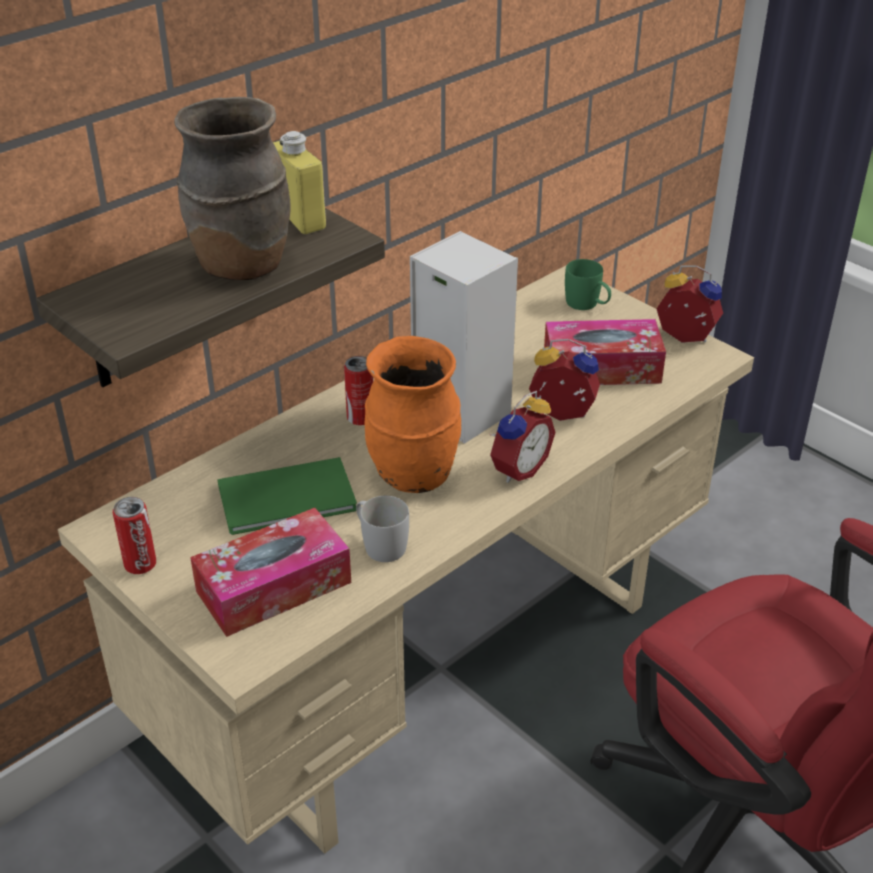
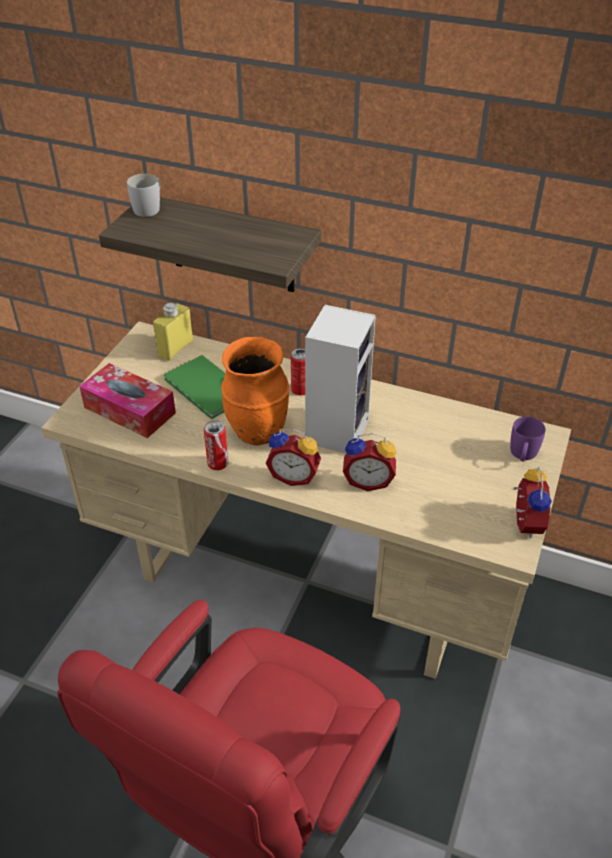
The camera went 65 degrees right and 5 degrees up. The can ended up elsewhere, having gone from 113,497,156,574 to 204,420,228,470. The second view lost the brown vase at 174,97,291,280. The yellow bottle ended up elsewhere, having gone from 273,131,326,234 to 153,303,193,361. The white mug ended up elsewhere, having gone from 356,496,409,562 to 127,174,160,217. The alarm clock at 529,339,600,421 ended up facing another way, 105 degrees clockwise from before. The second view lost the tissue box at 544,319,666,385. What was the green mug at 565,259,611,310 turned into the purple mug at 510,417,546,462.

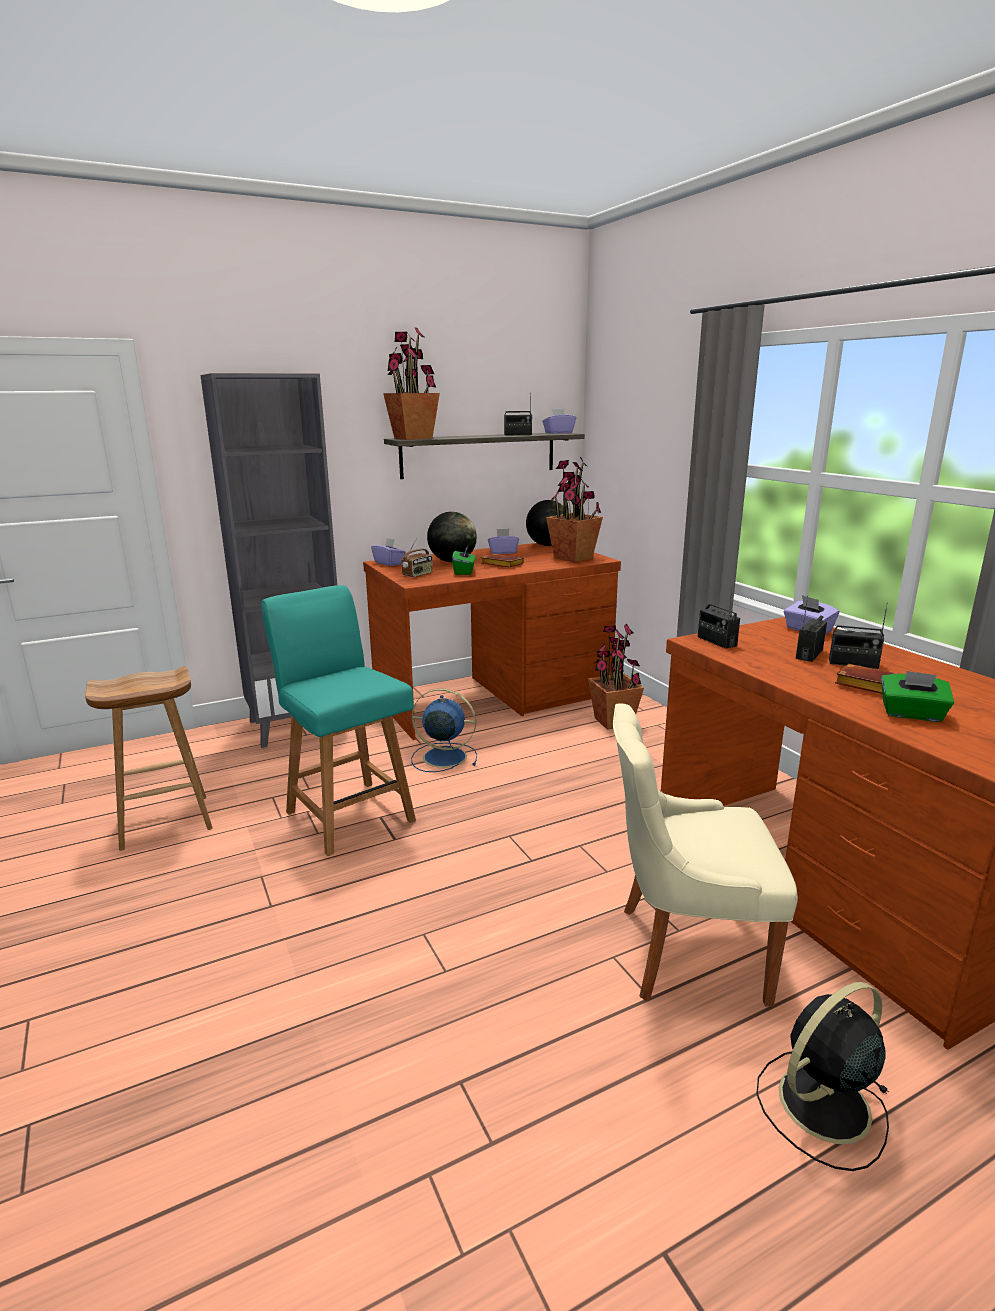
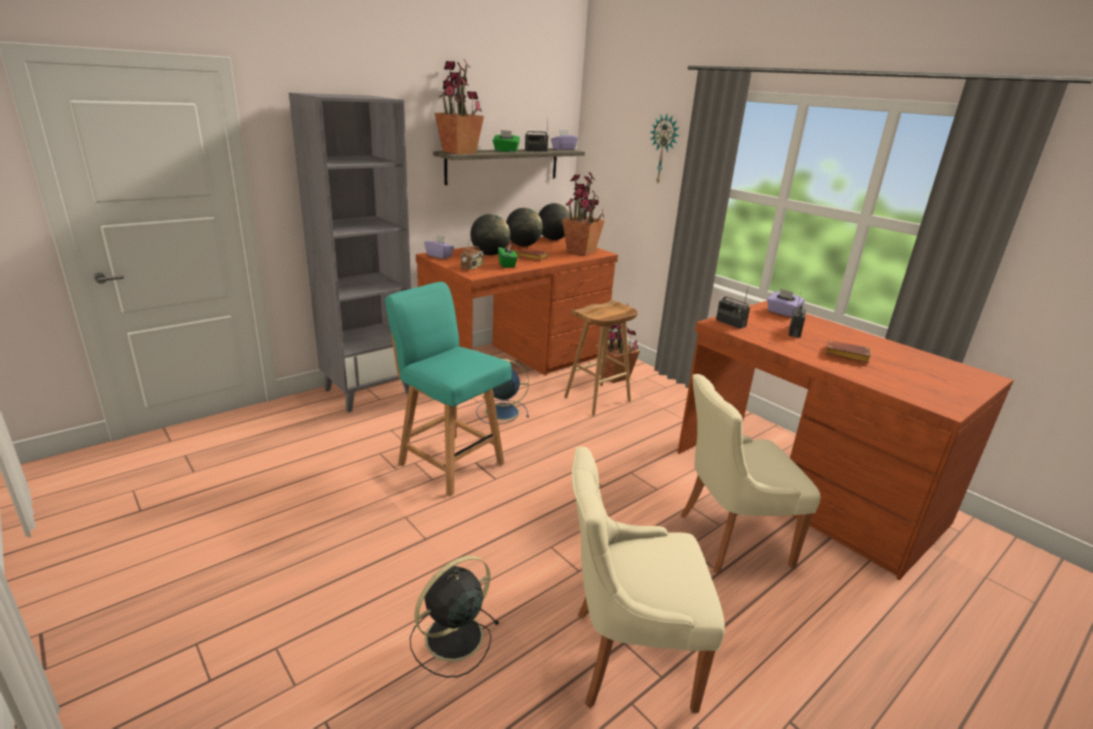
The camera went 15 degrees left and 5 degrees up. The brown stool ended up elsewhere, having gone from 85,666,213,851 to 564,300,638,415. Where the purple tissue box stood at 488,529,519,554, the globe came to stand at 506,208,543,246. The black fan ended up elsewhere, having gone from 756,982,889,1171 to 410,556,500,677. The second view lost the radio at 829,603,888,669. The green tissue box ended up elsewhere, having gone from 881,671,954,722 to 493,130,520,152. The second view gained the beige chair at 572,447,725,713. The second view gained the wall clock at 650,114,679,185.

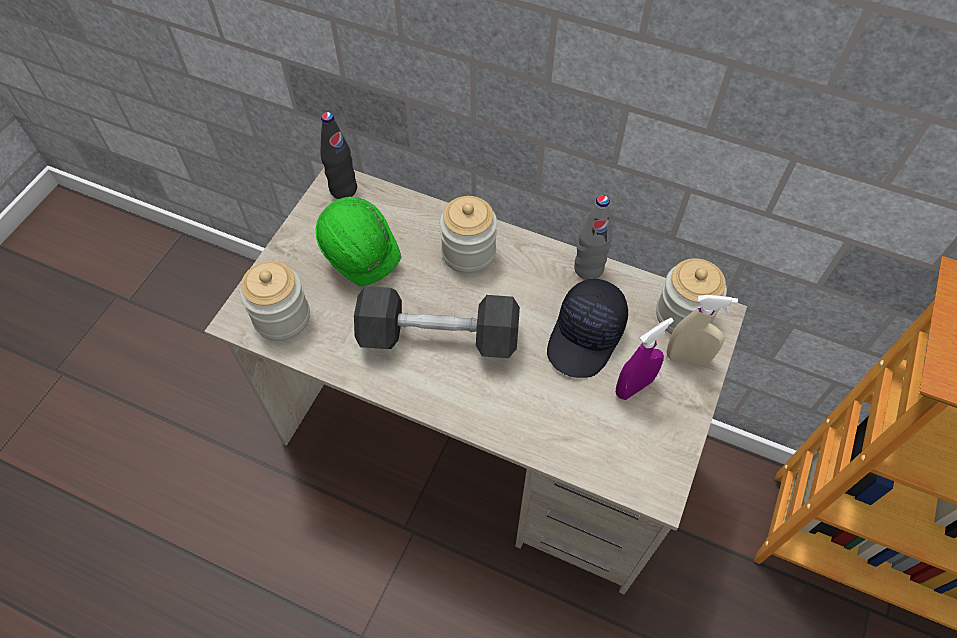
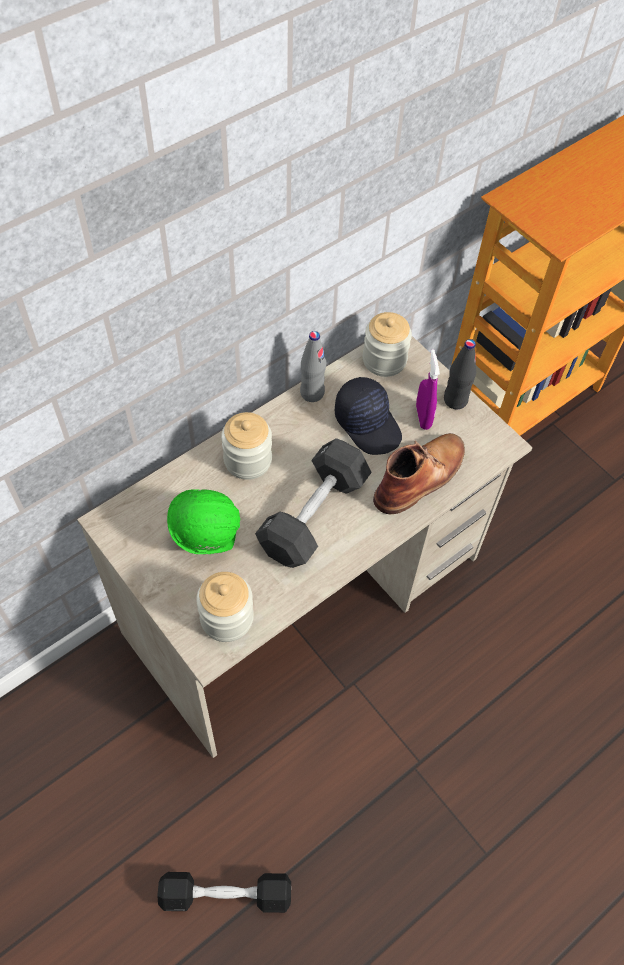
The camera went 65 degrees left and 0 degrees up. The black bottle ended up elsewhere, having gone from 320,112,357,199 to 444,339,476,409. The second view lost the beige spray bottle at 667,295,738,365. The second view gained the black dumbbell at 157,872,291,913. The second view gained the brown boot at 373,433,465,514.

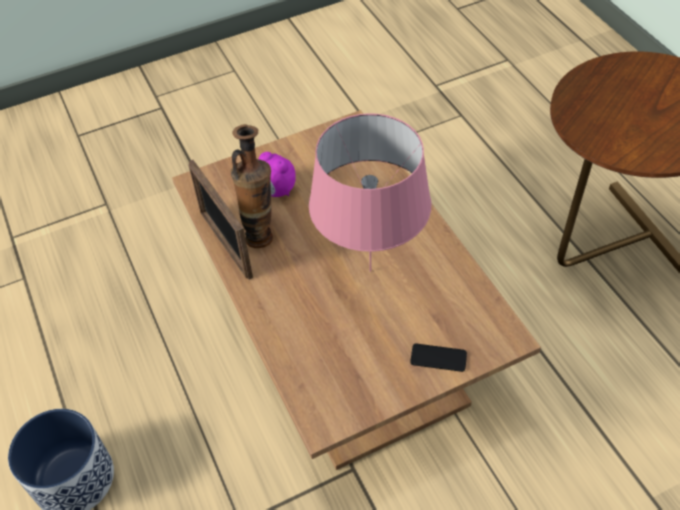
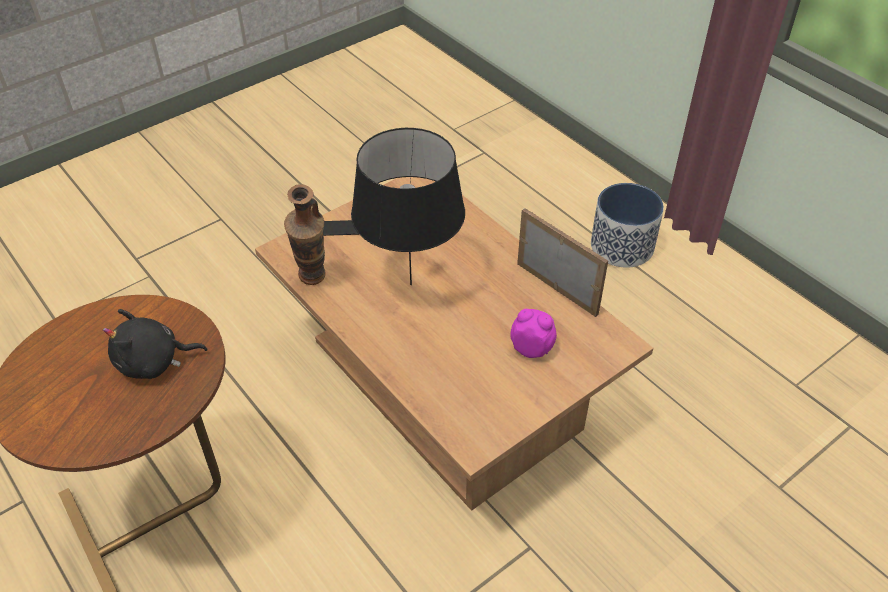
The camera went 165 degrees right and 5 degrees down. The vase ended up elsewhere, having gone from 231,124,273,248 to 284,184,326,285. What was the pink table lamp at 309,113,431,272 turned into the black table lamp at 351,128,465,285. The second view gained the black plush toy at 103,309,208,379.

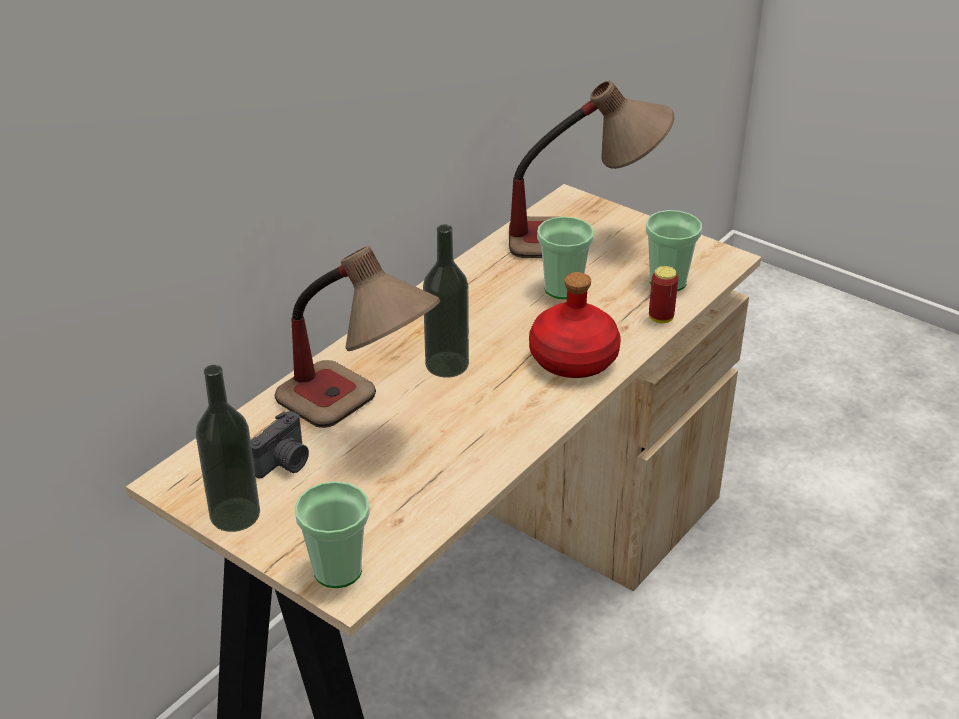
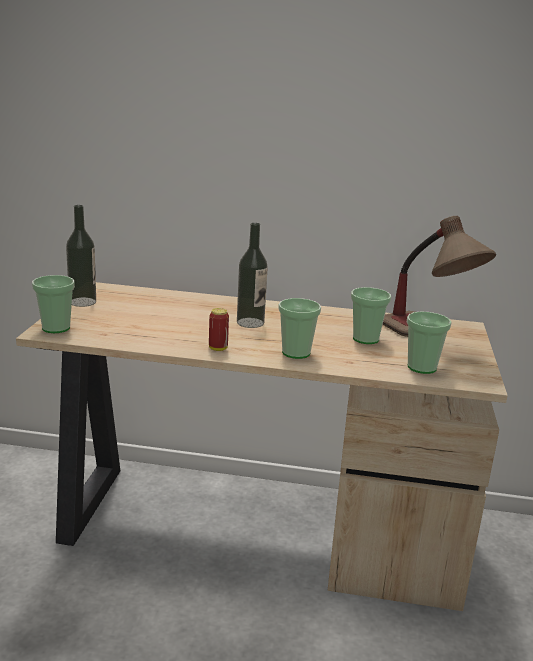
The camera went 60 degrees right and 15 degrees down. The second view lost the photo camera at 251,411,309,479. The second view lost the table lamp at 275,246,440,428. Where the red bottle stood at 529,272,621,378, the cup came to stand at 278,298,321,359. The can ended up elsewhere, having gone from 649,266,678,323 to 209,308,229,351.

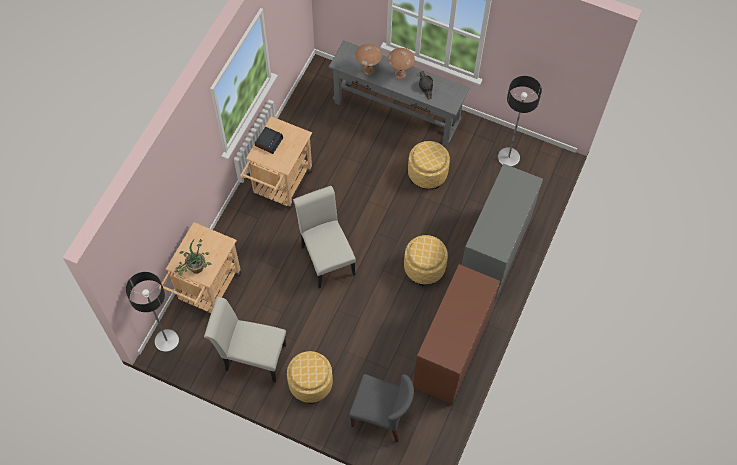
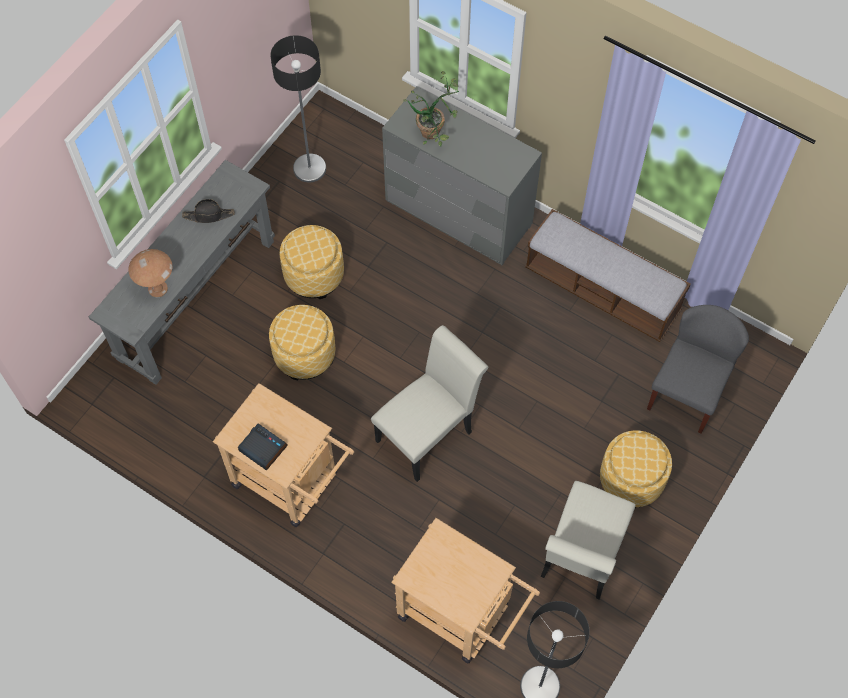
The camera went 80 degrees left and 0 degrees up. The potted plant ended up elsewhere, having gone from 175,239,211,276 to 403,71,459,147. The white chair at 293,186,356,288 ended up facing another way, 150 degrees clockwise from before. The second view lost the brown table lamp at 388,48,415,79. The ottoman ended up elsewhere, having gone from 404,235,448,286 to 269,305,336,380. Where the brown dresser stood at 413,264,500,404, the bench came to stand at 525,209,691,342.

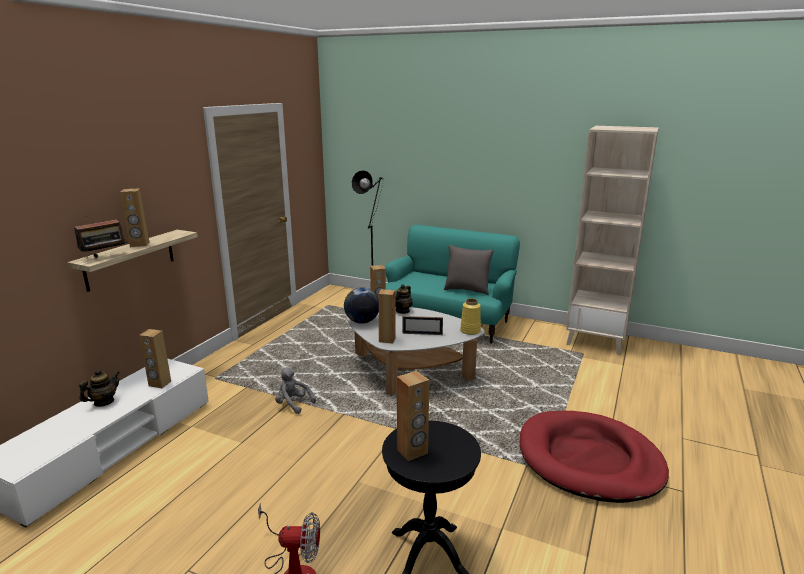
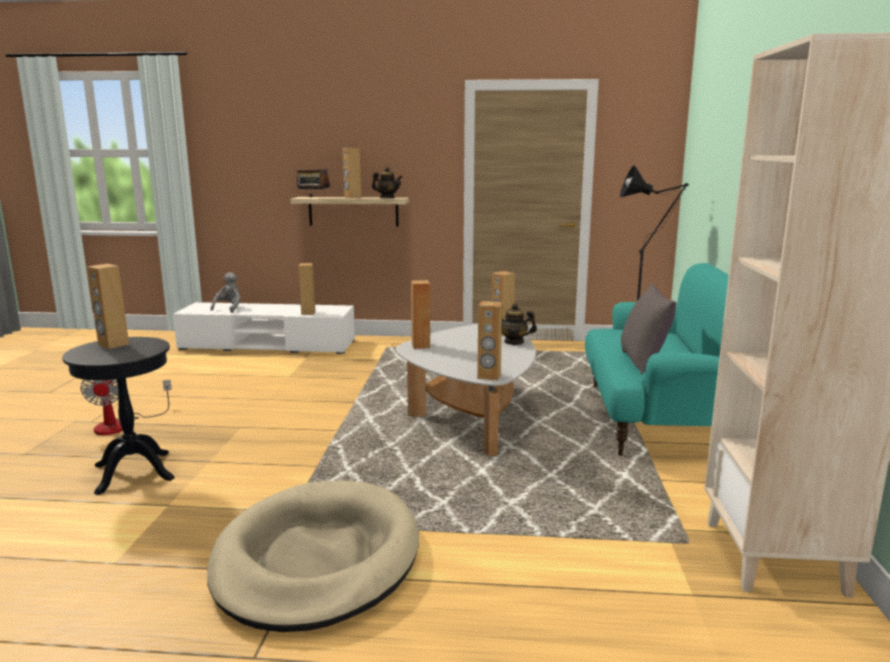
The camera went 70 degrees right and 5 degrees down. The teapot ended up elsewhere, having gone from 79,369,120,407 to 372,167,402,198. The grey plush toy ended up elsewhere, having gone from 275,367,316,414 to 210,272,241,313. The second view lost the globe at 344,287,379,324. The second view lost the picture frame at 402,316,443,335. Where the yellow vase stood at 460,298,481,335, the brown speaker came to stand at 477,301,502,380. What was the red dog bed at 520,411,669,503 turned into the beige dog bed at 207,481,419,632.

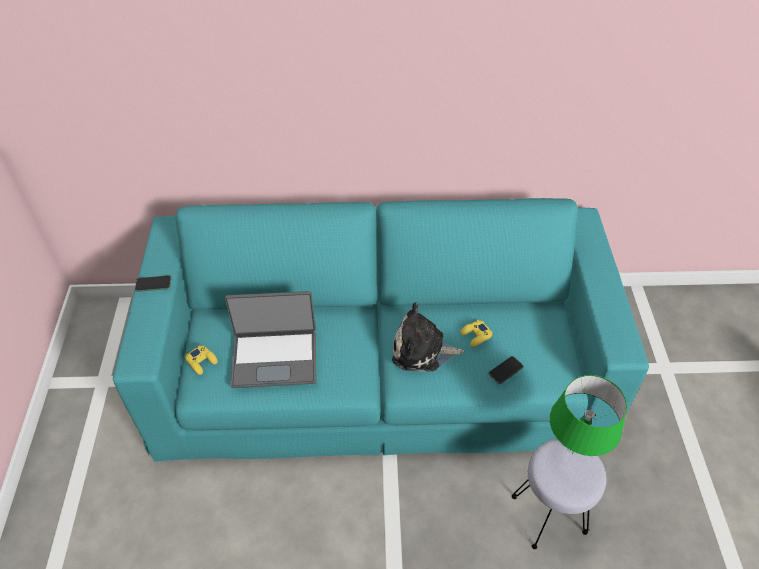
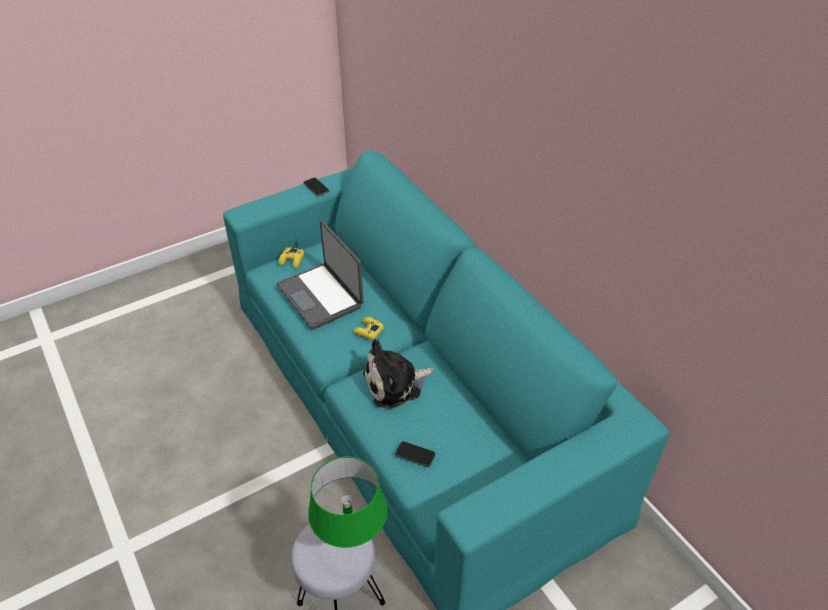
The camera went 60 degrees right and 5 degrees down. The plush toy at 392,302,464,372 ended up facing another way, 90 degrees counterclockwise from before. The yellow game controller ended up elsewhere, having gone from 460,320,493,347 to 353,317,384,340.

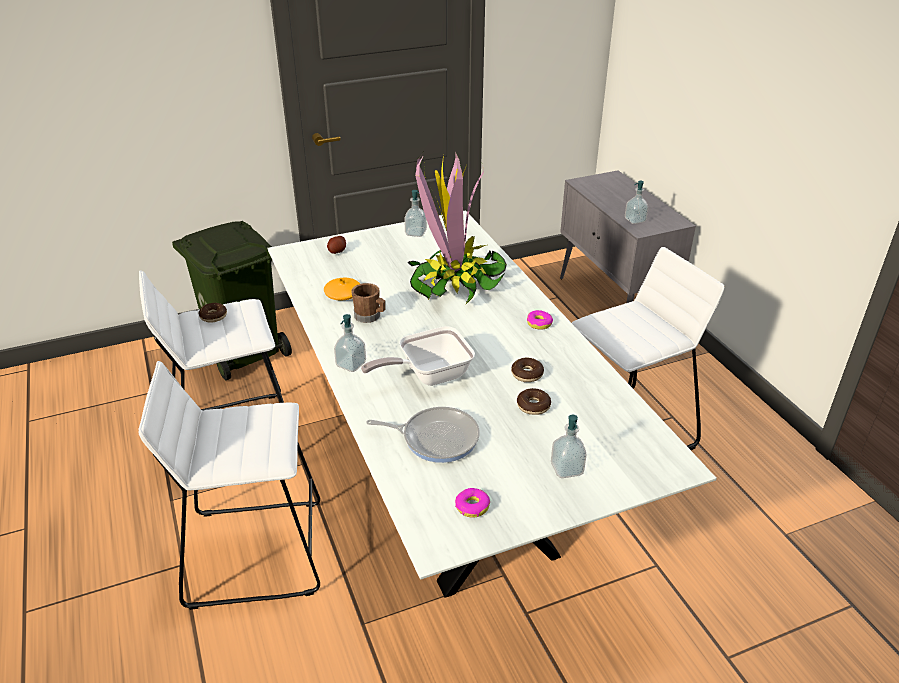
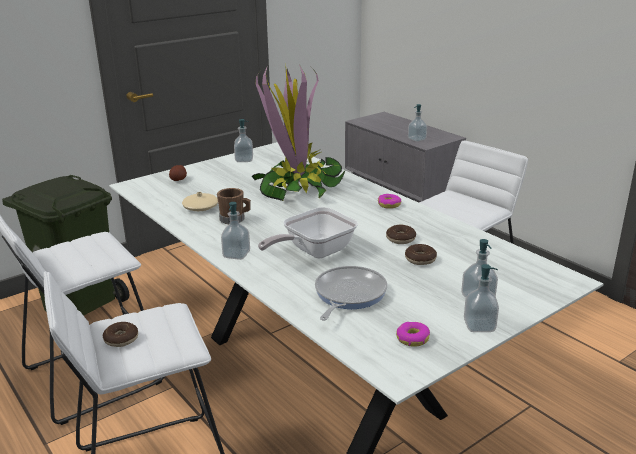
The camera went 15 degrees left and 10 degrees down. The donut ended up elsewhere, having gone from 199,303,227,323 to 103,322,138,347. What was the orange vase at 324,278,360,301 turned into the beige vase at 182,192,218,211. The frying pan at 366,407,480,463 ended up facing another way, 60 degrees counterclockwise from before. The second view gained the soap dispenser at 464,264,499,332.

